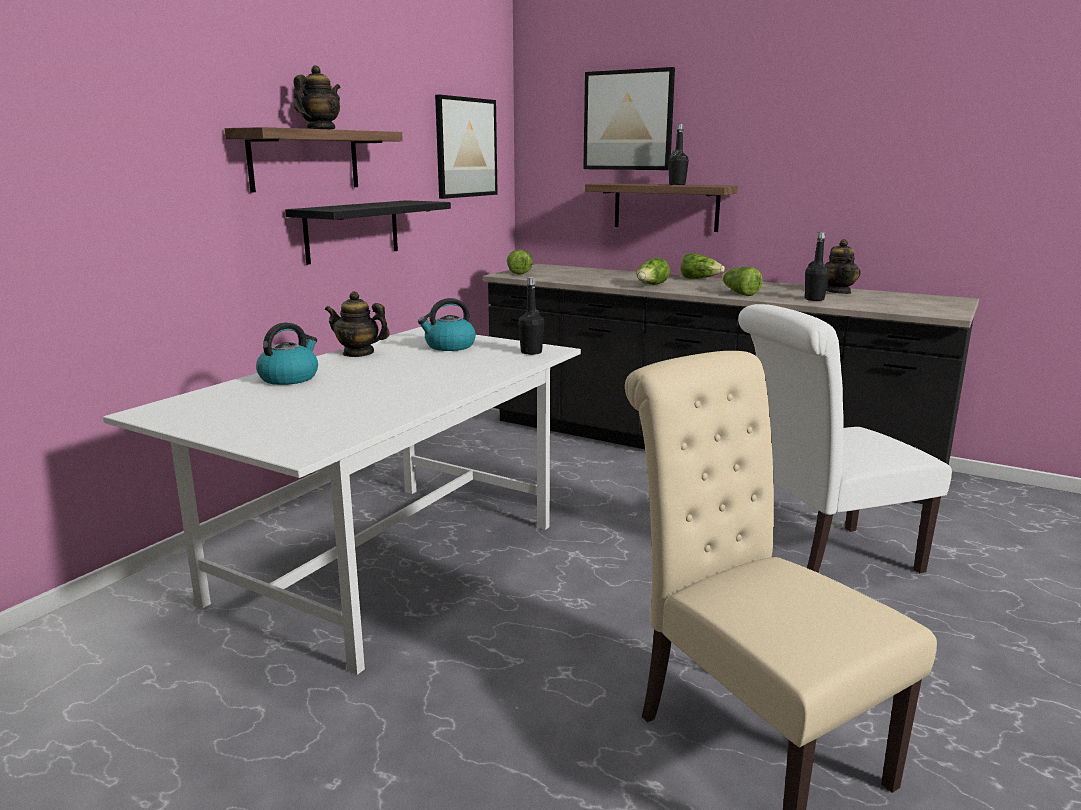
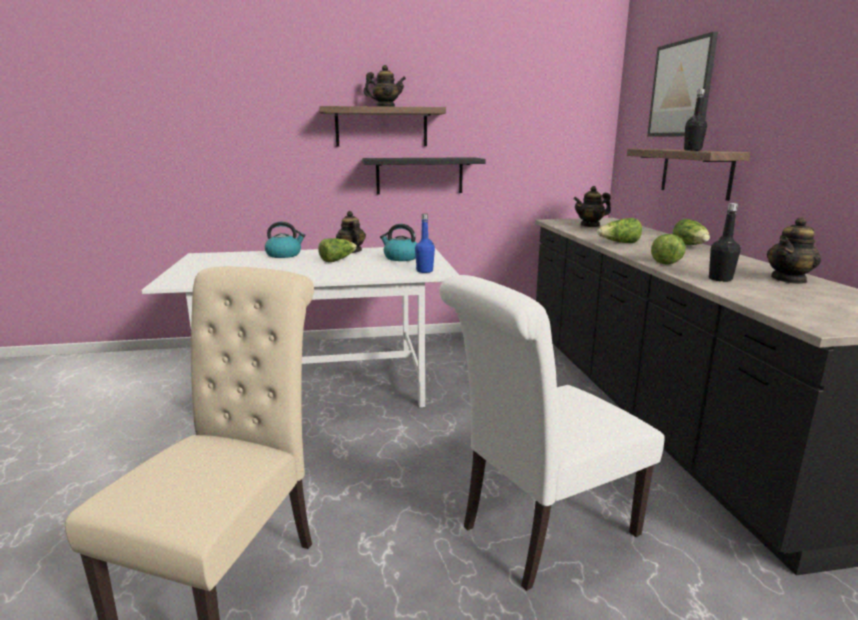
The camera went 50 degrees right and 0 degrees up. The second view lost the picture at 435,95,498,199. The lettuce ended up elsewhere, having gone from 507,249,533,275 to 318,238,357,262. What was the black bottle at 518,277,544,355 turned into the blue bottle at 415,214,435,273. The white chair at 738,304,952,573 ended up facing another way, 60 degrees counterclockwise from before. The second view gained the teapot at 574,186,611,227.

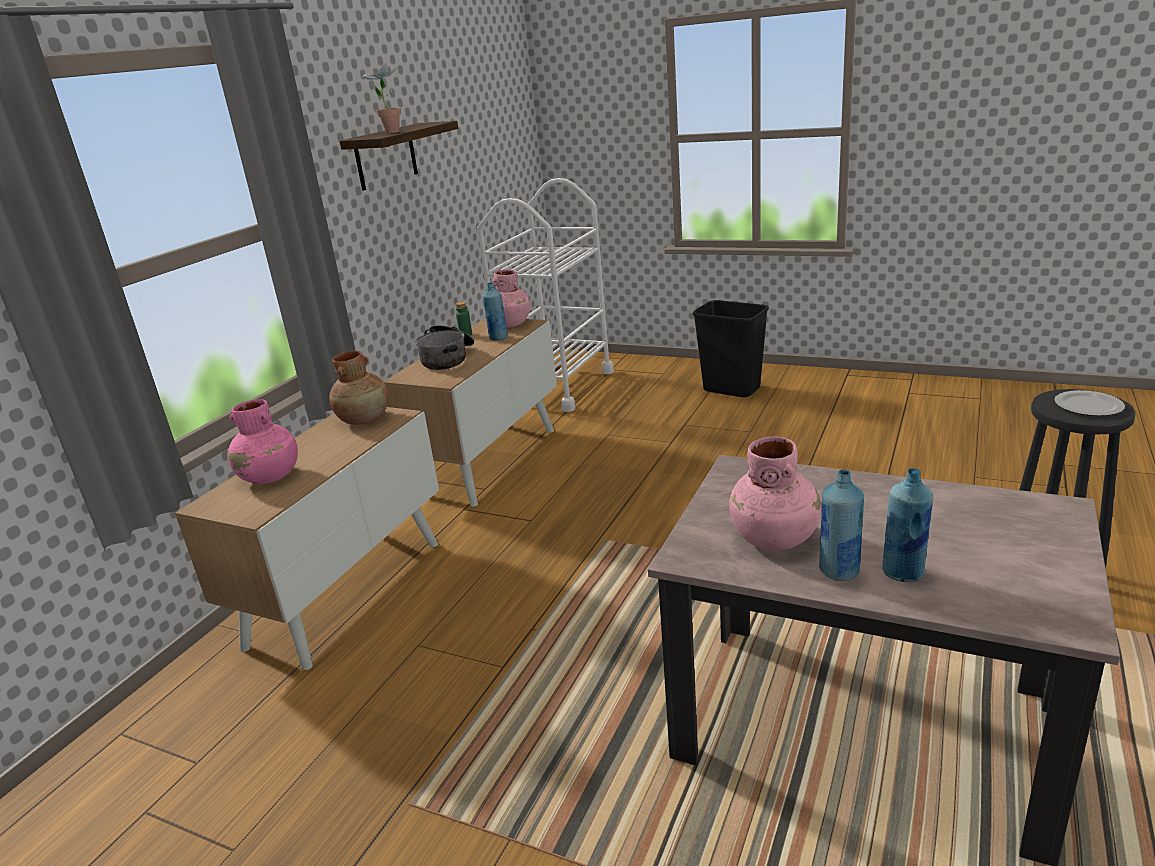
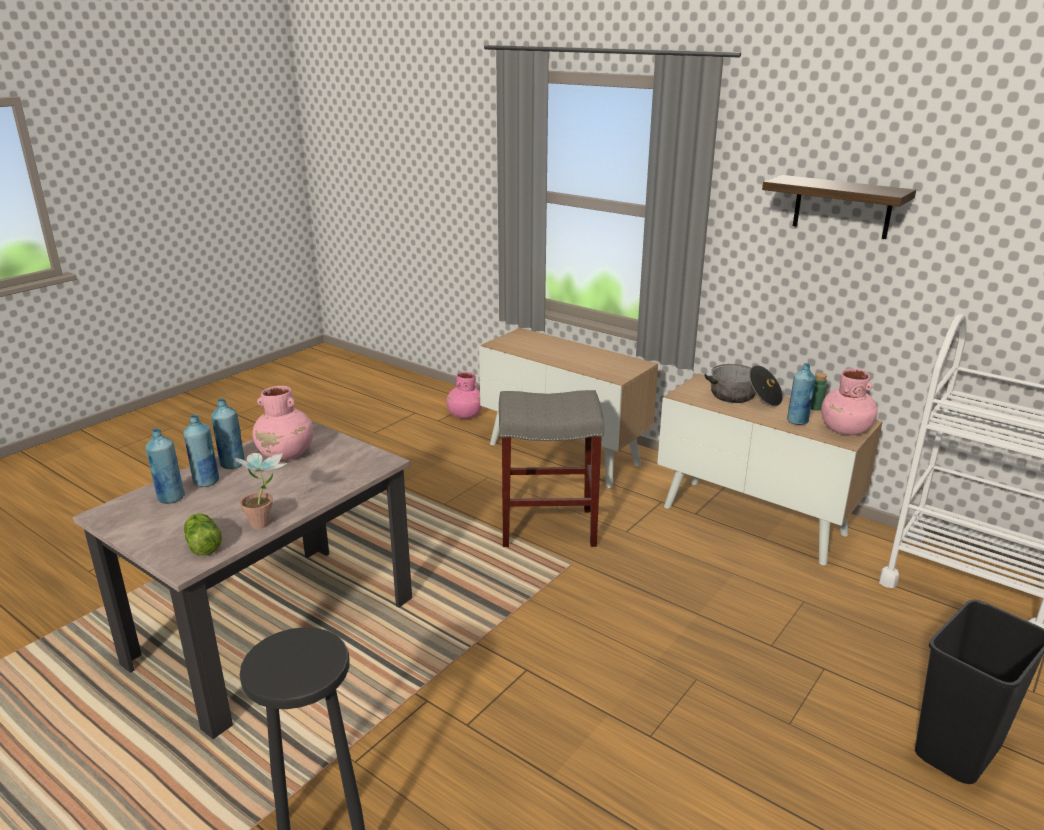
The camera went 100 degrees right and 0 degrees up. The pink vase ended up elsewhere, having gone from 227,399,298,484 to 446,372,482,419. The second view lost the brown vase at 329,351,389,425. The potted plant ended up elsewhere, having gone from 362,63,401,133 to 233,452,287,529. The second view lost the plate at 1054,390,1125,416. The second view gained the blue bottle at 145,428,185,504. The second view gained the lettuce at 184,513,222,556. The second view gained the grey stool at 499,390,604,547.

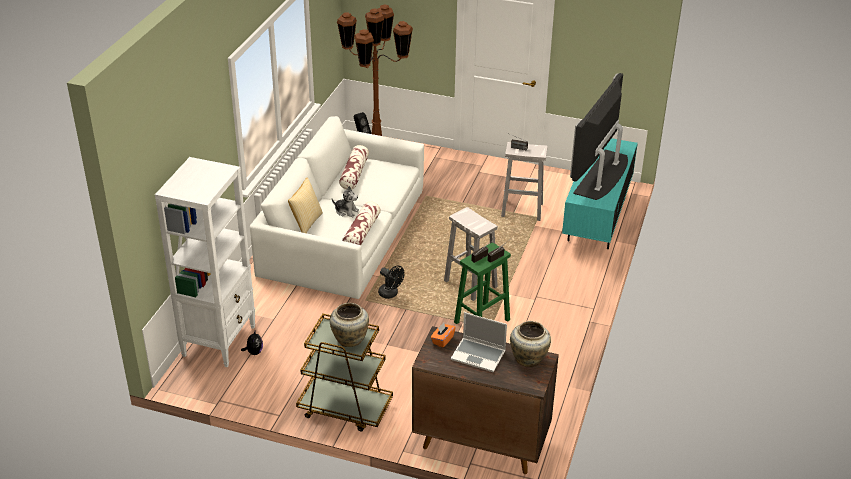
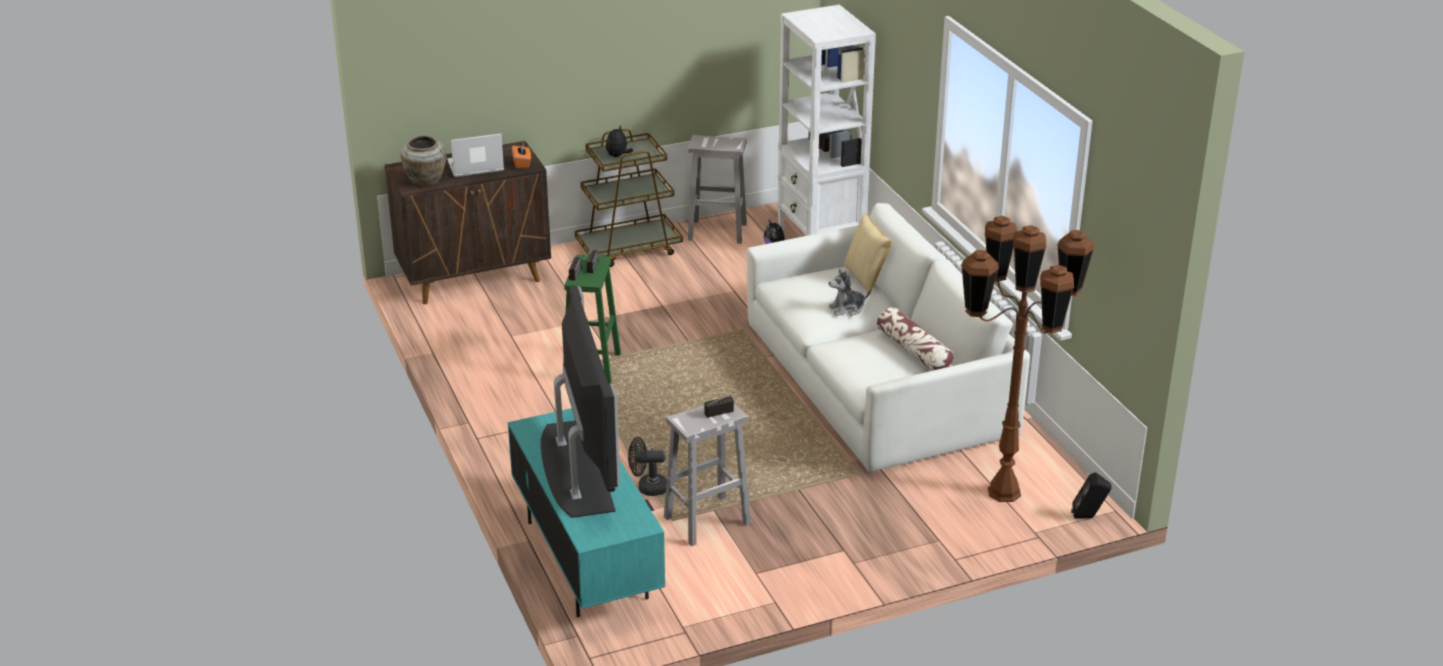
The camera went 140 degrees right and 5 degrees down. Where the beige vase stood at 330,303,369,347, the plush toy came to stand at 606,125,633,157. The second view lost the pillow at 342,201,381,245. The black fan ended up elsewhere, having gone from 378,265,404,299 to 628,437,667,496. The white stool ended up elsewhere, having gone from 444,207,498,301 to 688,135,747,244.

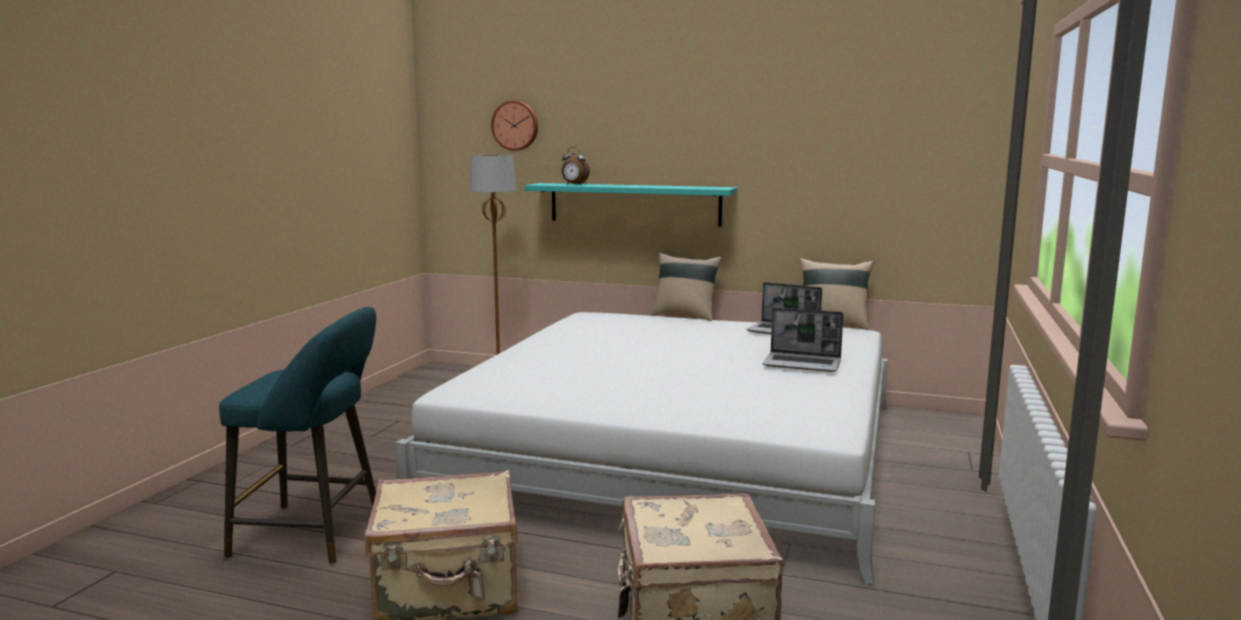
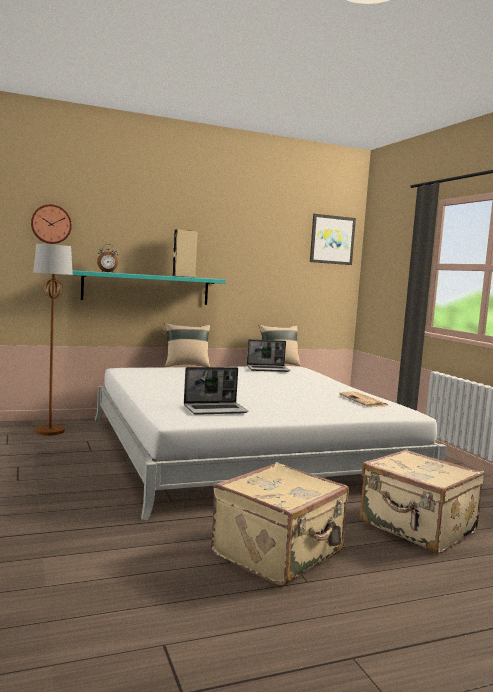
The camera went 40 degrees left and 5 degrees down. The second view lost the turquoise stool at 219,307,376,564. The laptop ended up elsewhere, having gone from 763,307,843,372 to 184,367,249,415. The second view gained the beige speaker at 172,229,198,278. The second view gained the picture at 310,214,356,265. The second view gained the newspaper at 339,391,388,407.

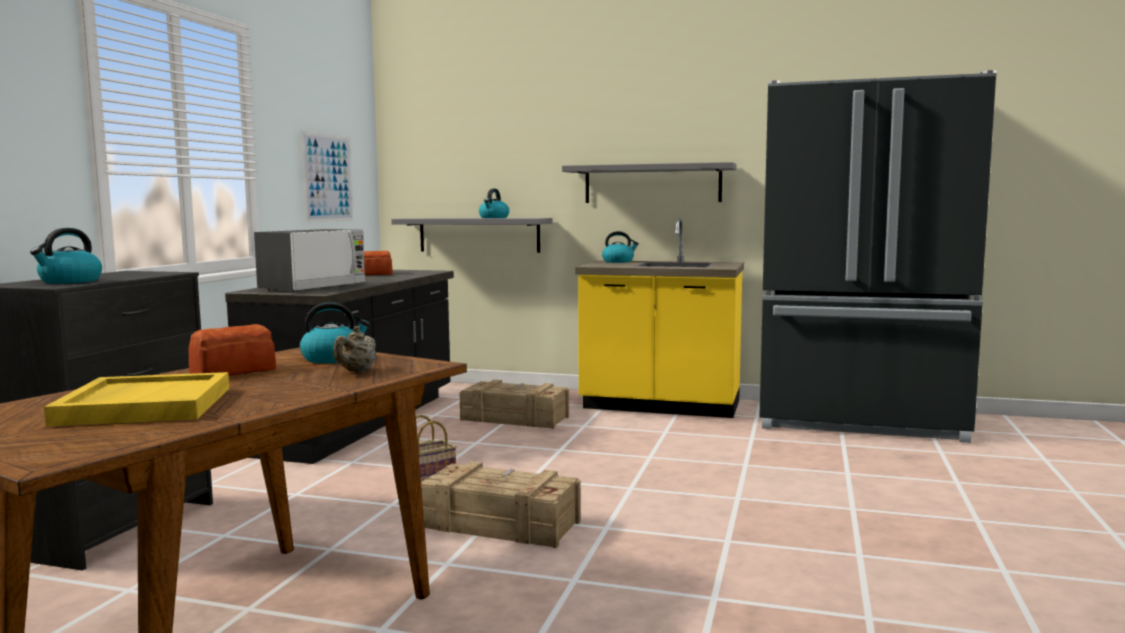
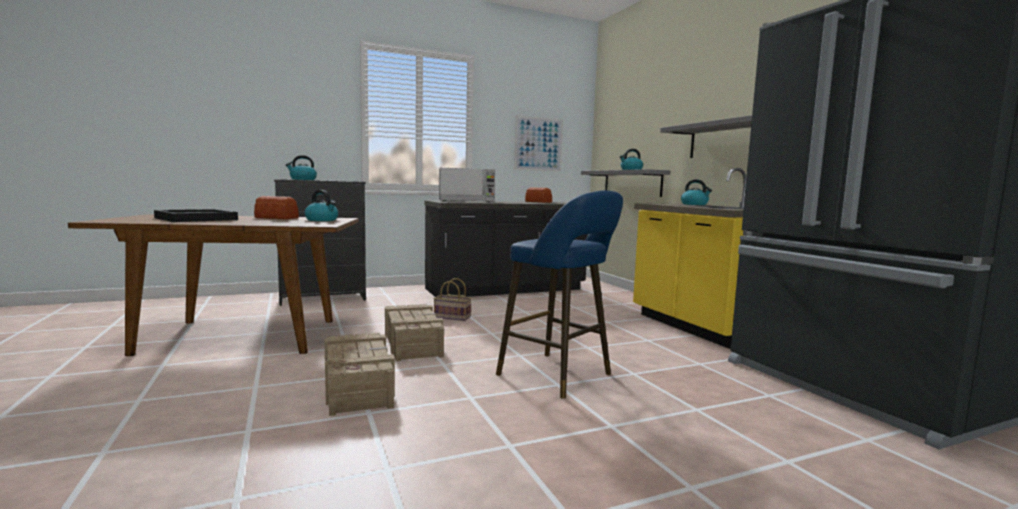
The camera went 50 degrees right and 0 degrees up. What was the yellow tray at 44,372,229,427 turned into the black tray at 154,209,238,222. The second view lost the beige teapot at 333,326,376,372. The crate ended up elsewhere, having gone from 459,380,569,429 to 324,333,395,416. The second view gained the blue stool at 496,190,623,399.

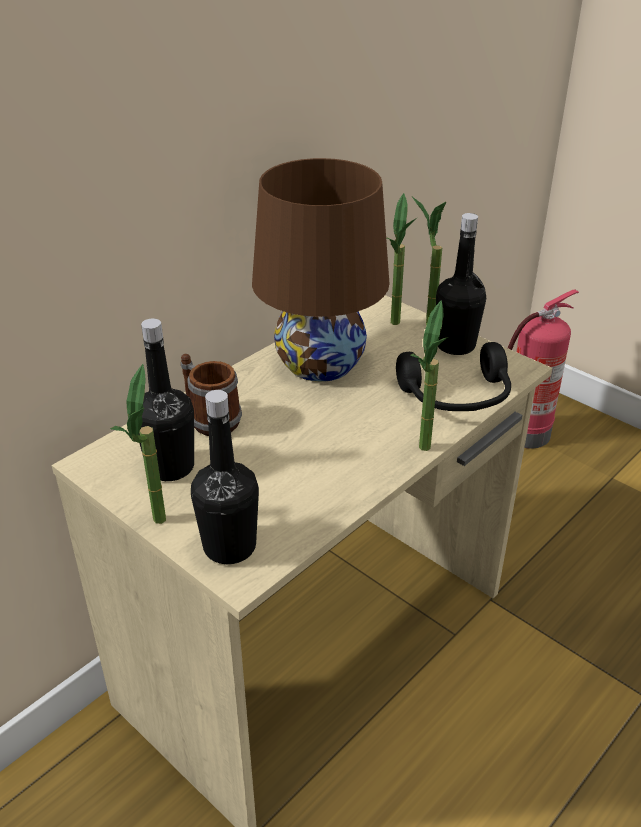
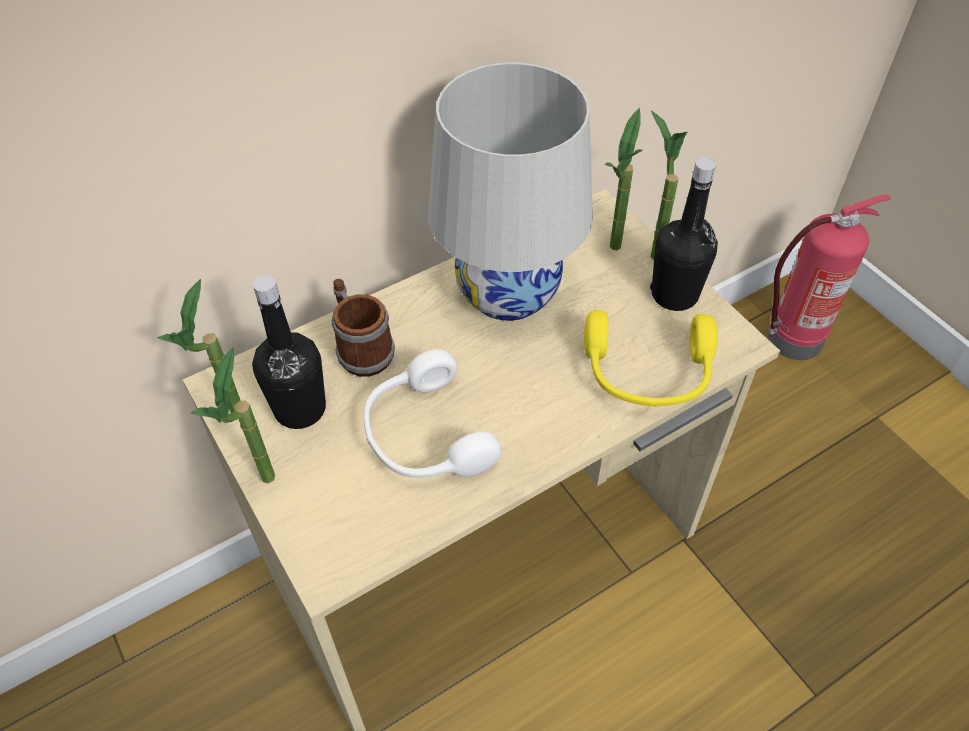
The camera went 15 degrees right and 15 degrees up. The second view lost the black bottle at 191,390,259,564. What was the brown table lamp at 252,158,390,382 turned into the white table lamp at 428,62,593,321. What was the black headphones at 396,342,511,411 turned into the yellow headphones at 584,310,717,407. The potted plant ended up elsewhere, having gone from 410,300,448,451 to 157,279,241,413. The second view gained the white headphones at 364,349,501,478.

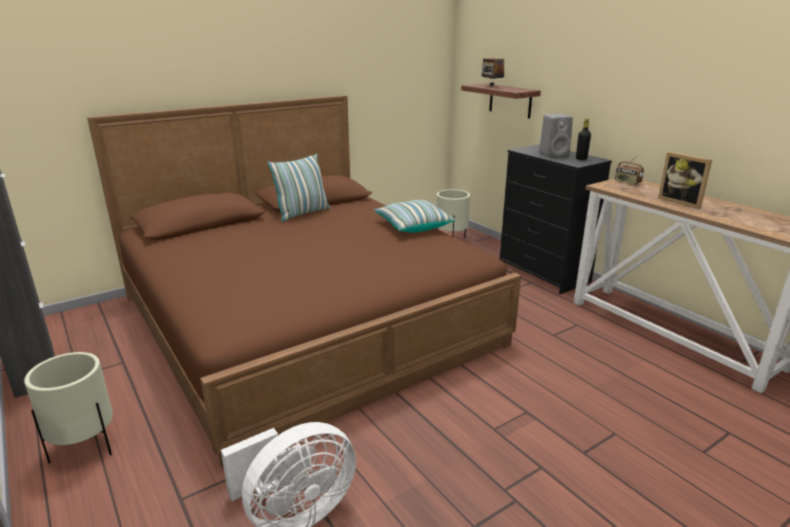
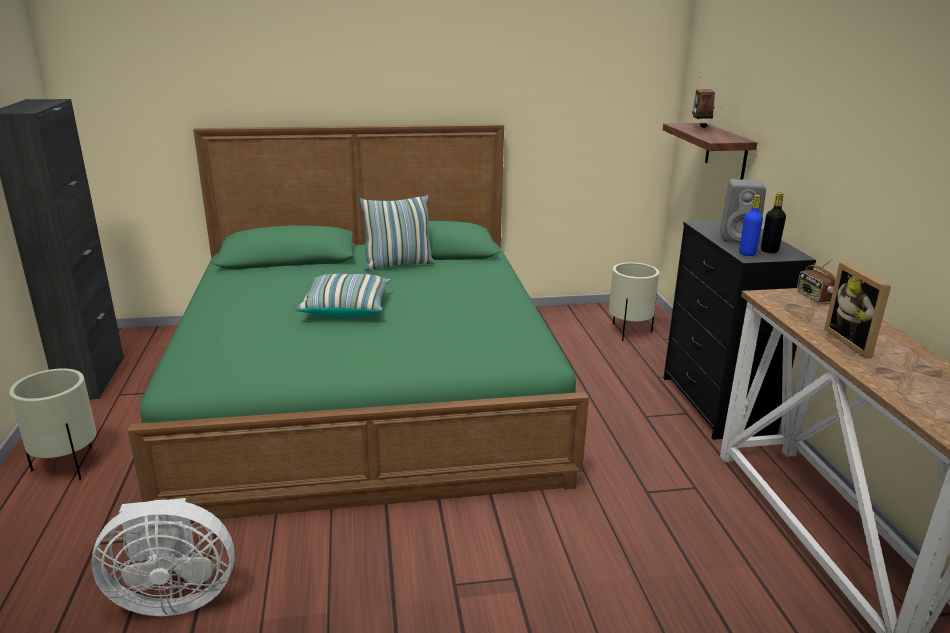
The camera went 25 degrees right and 0 degrees up. What was the brown bed at 87,95,521,468 turned into the green bed at 128,124,589,522. The pillow ended up elsewhere, having gone from 374,200,455,233 to 295,274,390,317. The second view gained the blue bottle at 739,195,763,256.

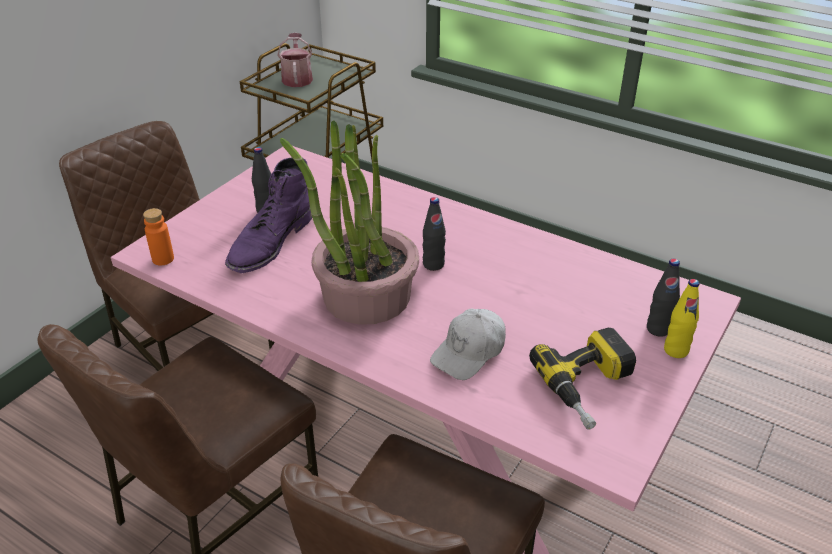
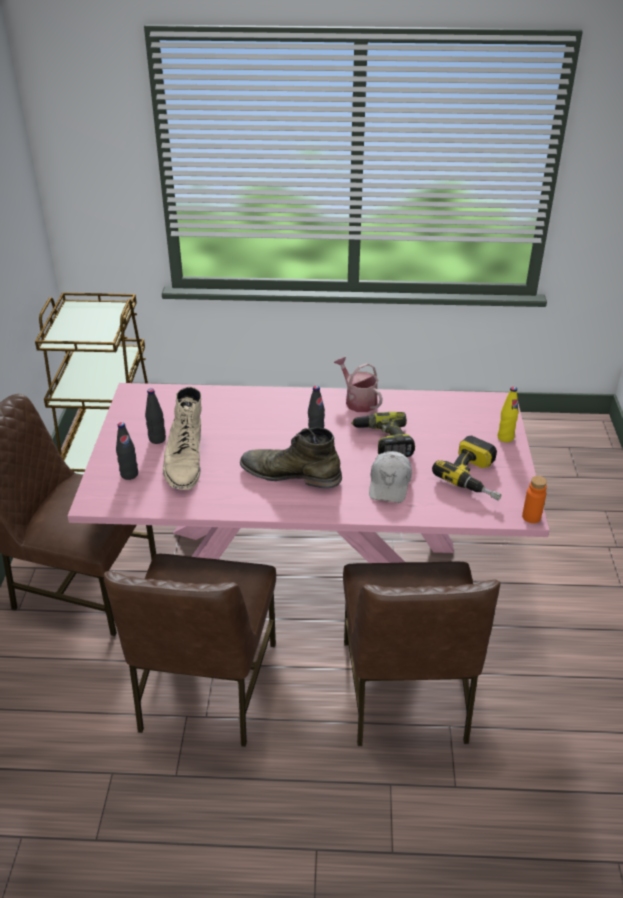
The camera went 30 degrees left and 0 degrees up. The orange bottle ended up elsewhere, having gone from 143,208,174,265 to 522,476,547,523. What was the purple boot at 225,157,312,273 turned into the beige boot at 163,387,202,490. The watering can ended up elsewhere, having gone from 277,33,313,87 to 334,357,383,412. Where the potted plant stood at 280,120,419,325, the green boot came to stand at 240,427,342,488. The black bottle ended up elsewhere, having gone from 647,259,680,337 to 116,422,138,480. The second view gained the power drill at 351,412,415,457.

